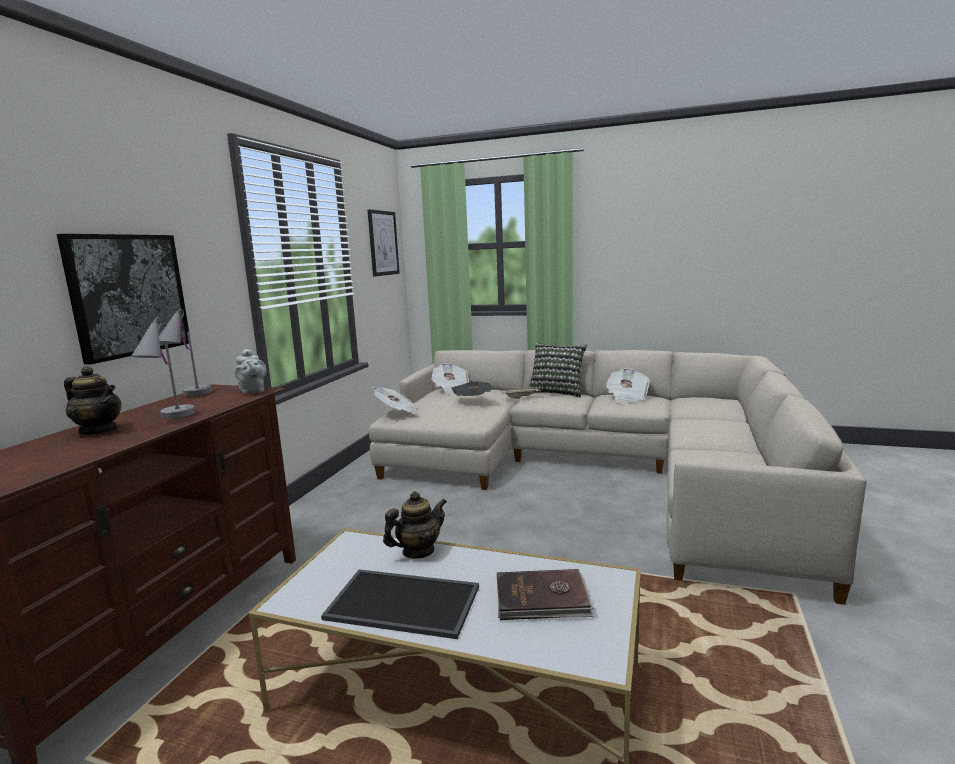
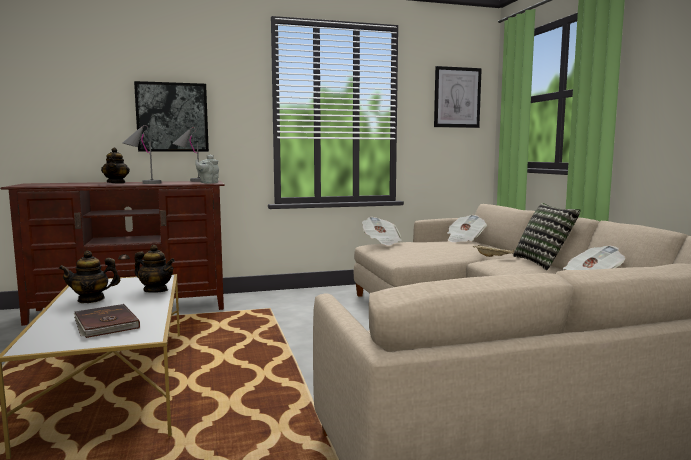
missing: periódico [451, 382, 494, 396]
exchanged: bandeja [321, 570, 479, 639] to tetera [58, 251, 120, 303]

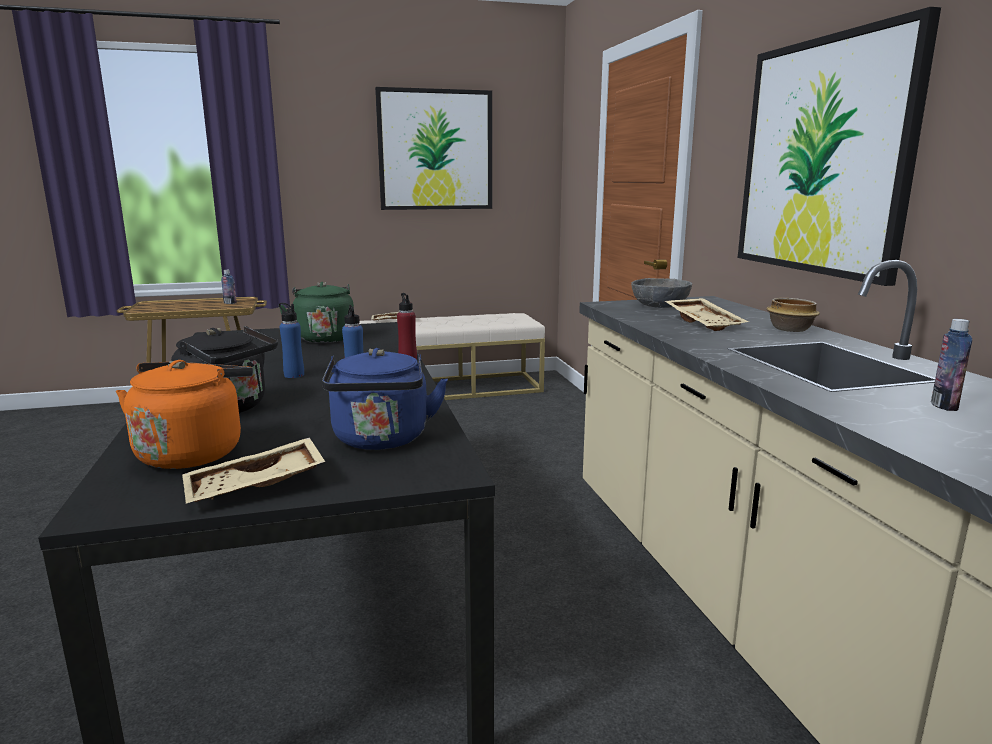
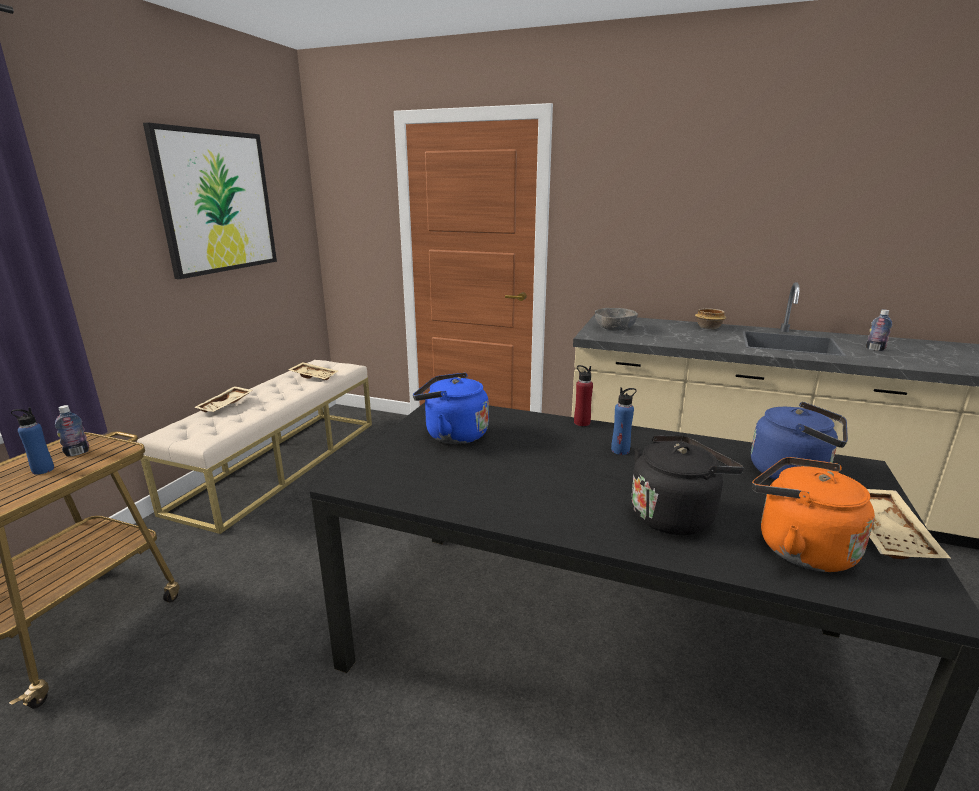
missing: cuadro [738, 7, 941, 286]
relocated: botella/azul [279, 303, 304, 378] to [11, 407, 54, 475]; bandeja/beis [665, 298, 749, 331] to [288, 362, 338, 380]
colour: hervidor/verde [278, 282, 354, 343] to hervidor/azul [413, 373, 489, 444]

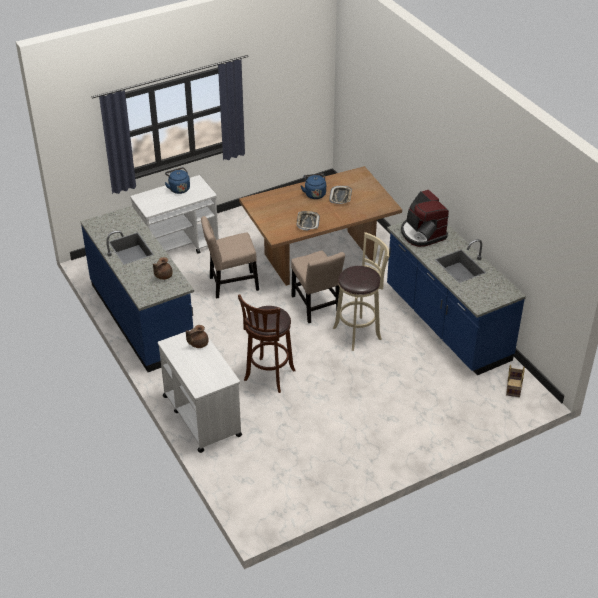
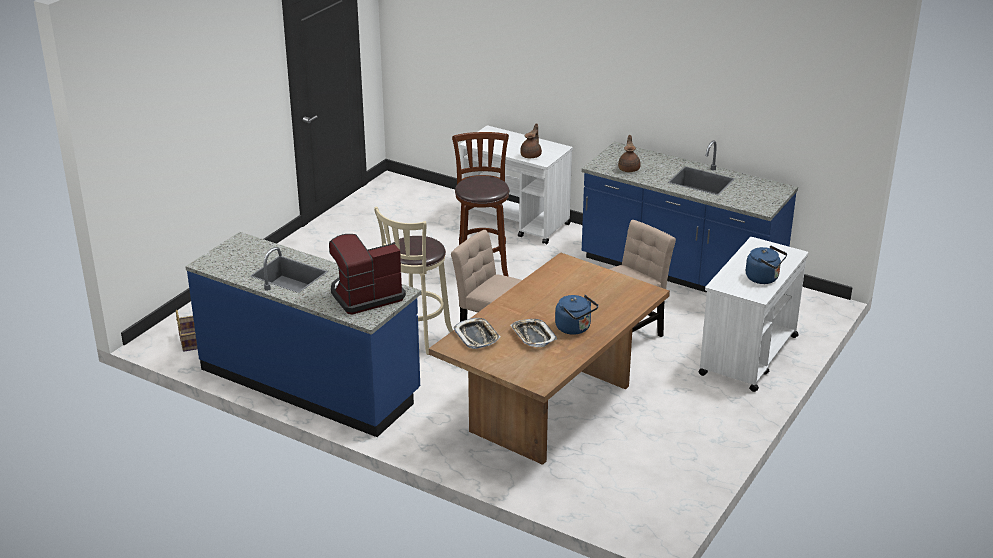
relocated: bandeja [297, 211, 320, 231] to [453, 318, 500, 349]
spun: cafetera [401, 190, 449, 247] = [329, 234, 406, 315] 60 degrees counterclockwise

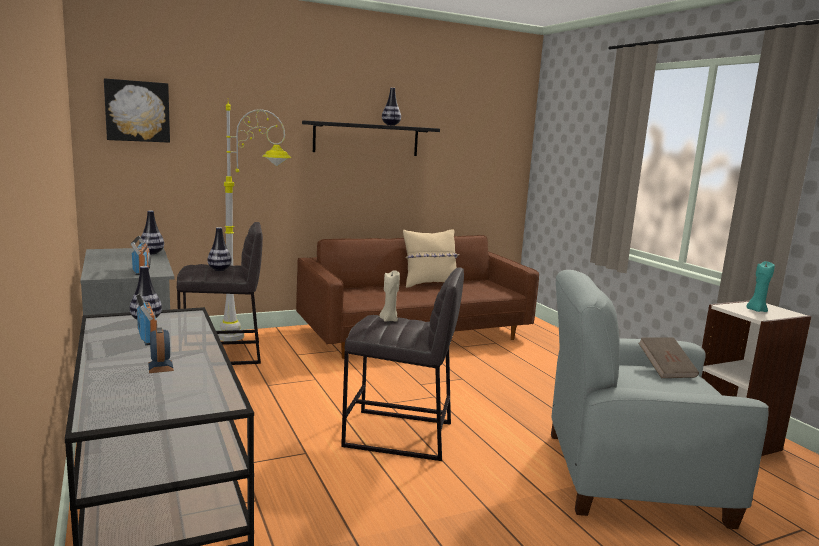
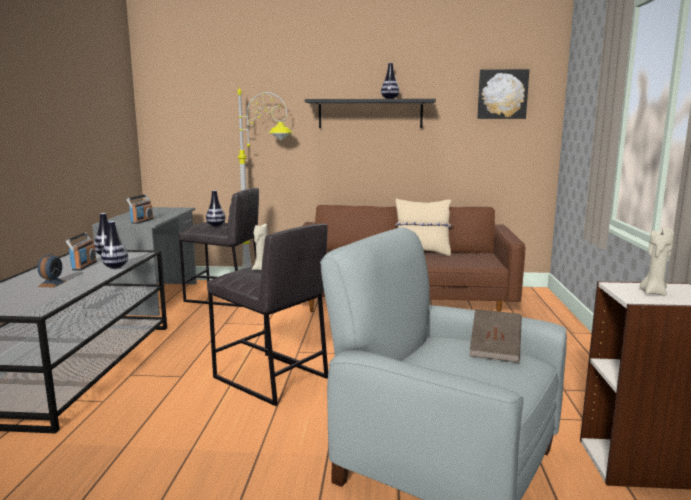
relocated: cuadro [104, 78, 170, 143] to [477, 69, 529, 119]; florero [139, 210, 164, 254] to [101, 221, 128, 269]
colour: vela/turquesa [746, 261, 775, 312] to vela/beis [639, 228, 674, 296]

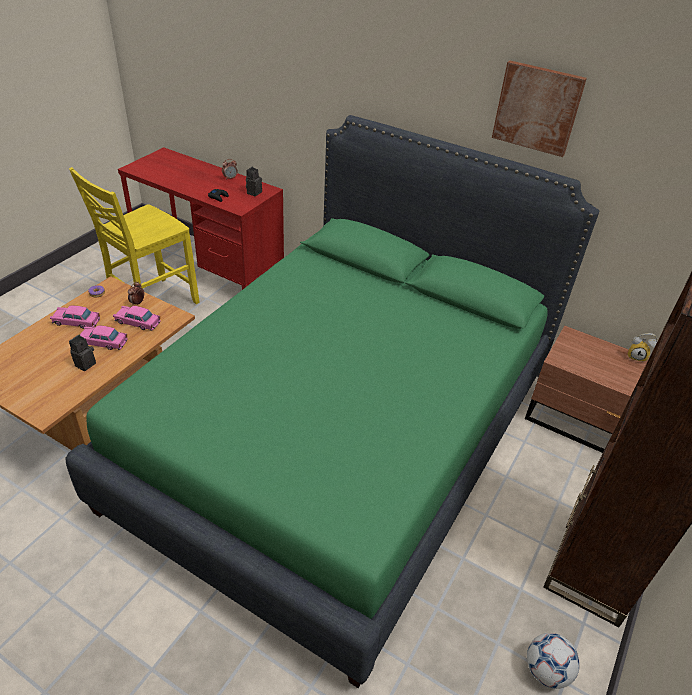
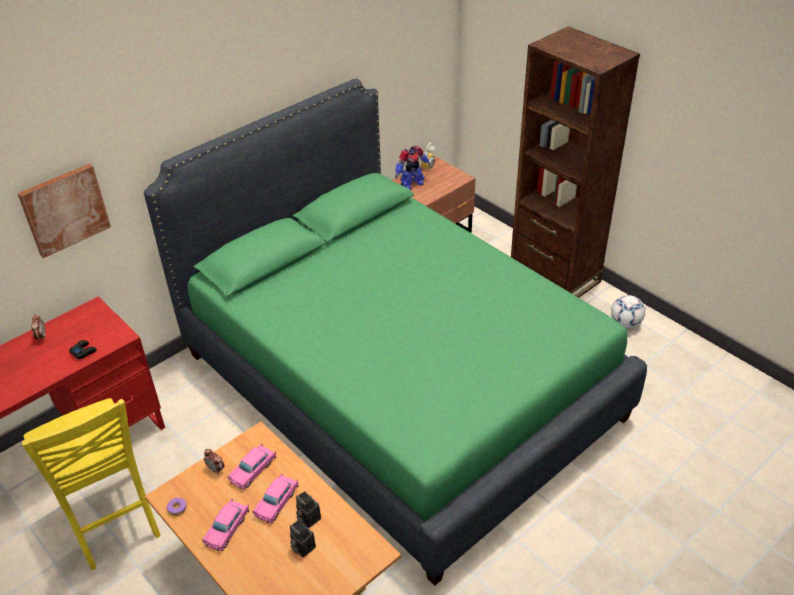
appeared: robot de juguete [395, 146, 431, 190]
relocated: cámara [246, 166, 262, 196] to [290, 520, 316, 557]; cuadro [492, 61, 587, 157] to [17, 164, 111, 258]

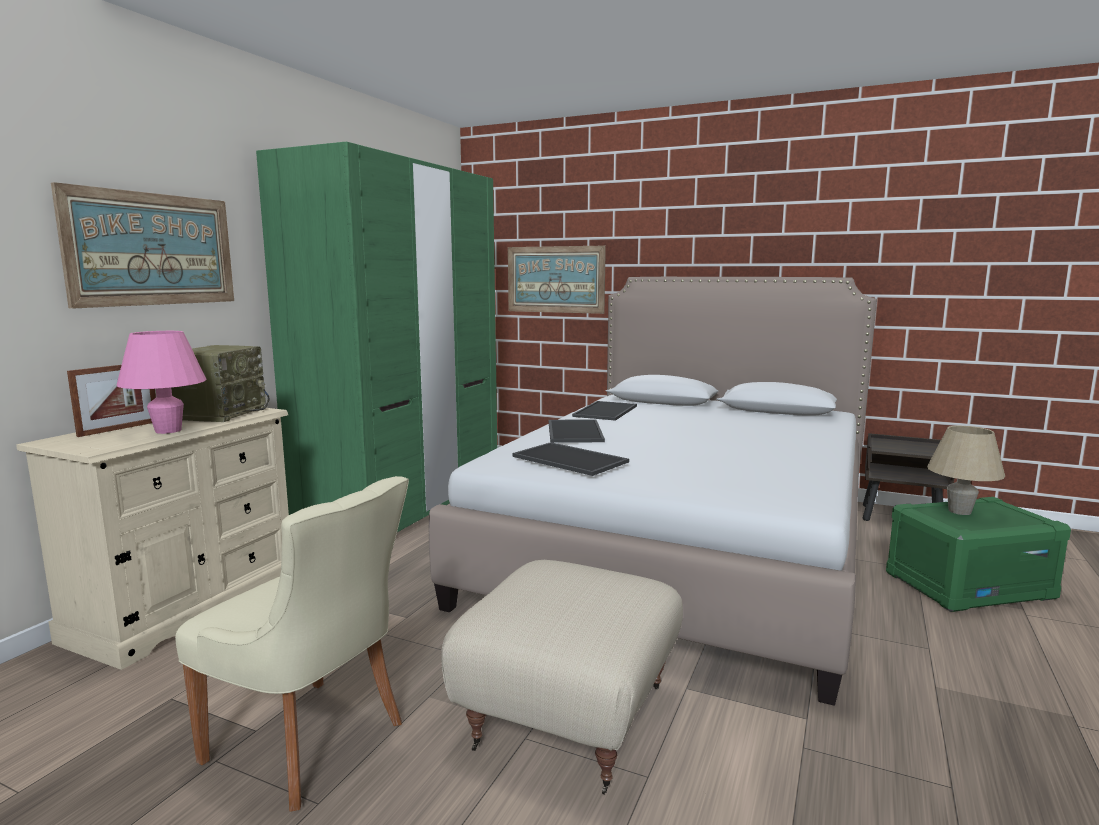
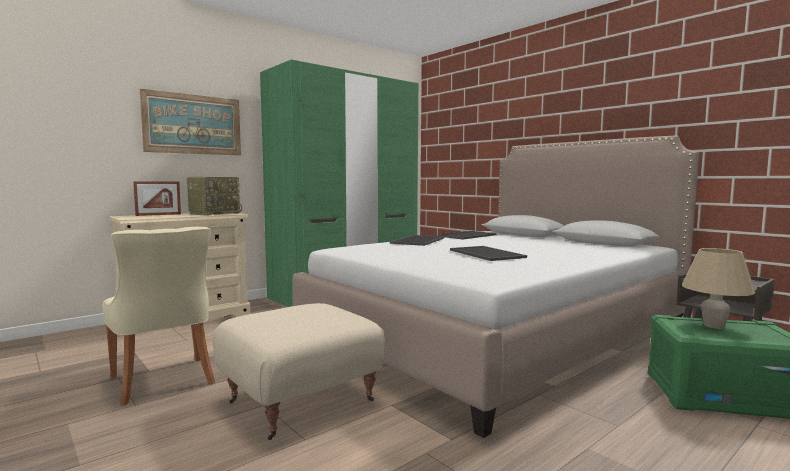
missing: lámpara de mesa/rosa [116, 331, 207, 434]; cuadro [508, 246, 606, 314]
relocated: bandeja [512, 442, 629, 476] to [450, 246, 527, 261]

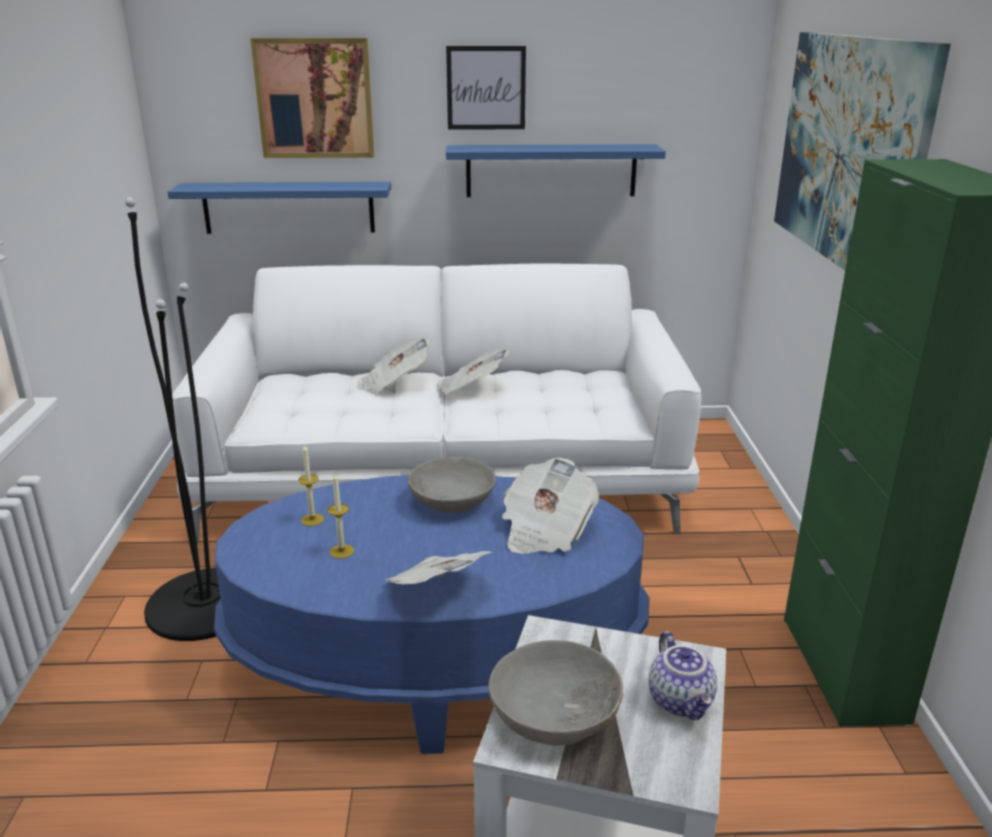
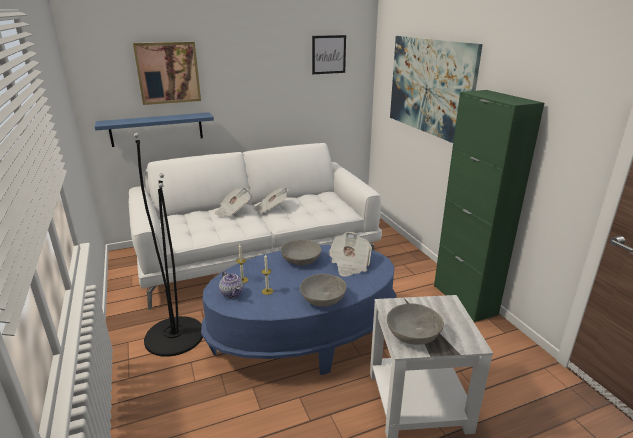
missing: estante/azul [446, 144, 666, 197]
relocated: cuadro [446, 46, 526, 130] to [312, 35, 346, 74]; tetera [649, 631, 717, 720] to [219, 271, 243, 298]
exchanged: periódico [385, 551, 492, 584] to cuenco/gris [300, 274, 347, 307]

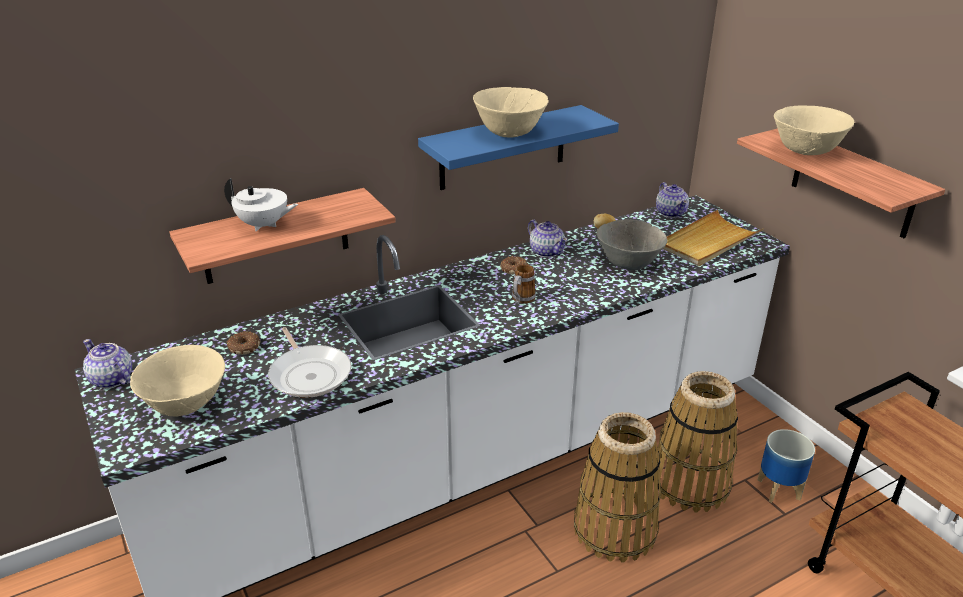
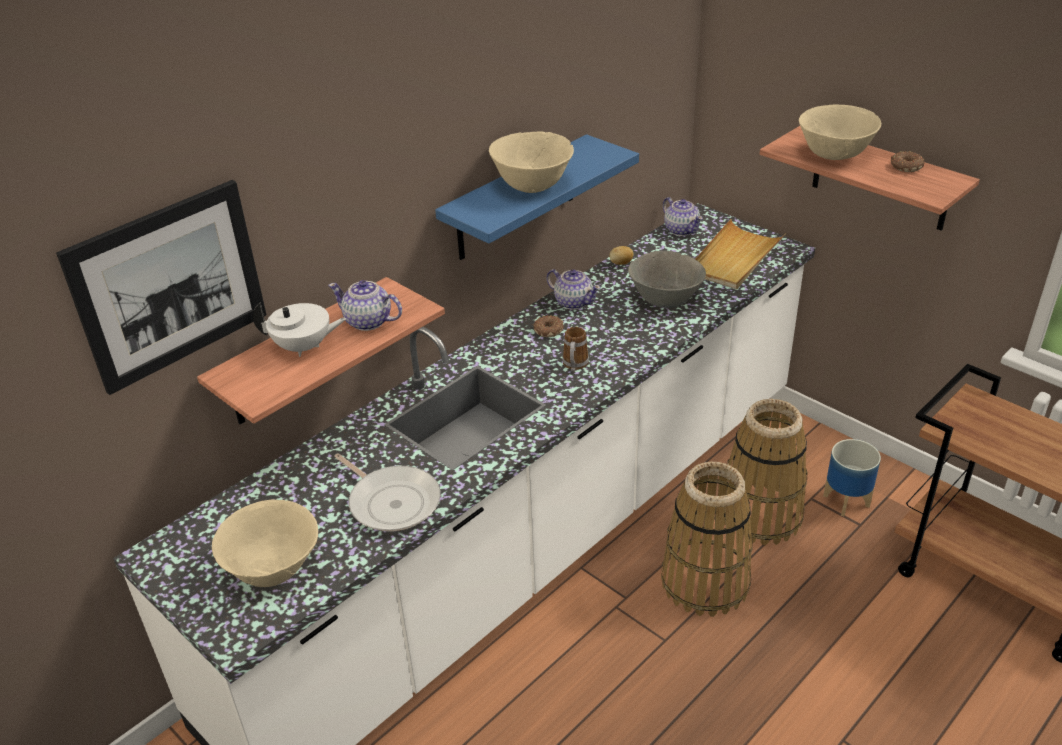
appeared: cuadro [56, 180, 266, 395]
relocated: tetera [83, 339, 132, 389] to [328, 280, 402, 331]; rosquilla [227, 331, 260, 355] to [891, 151, 924, 172]

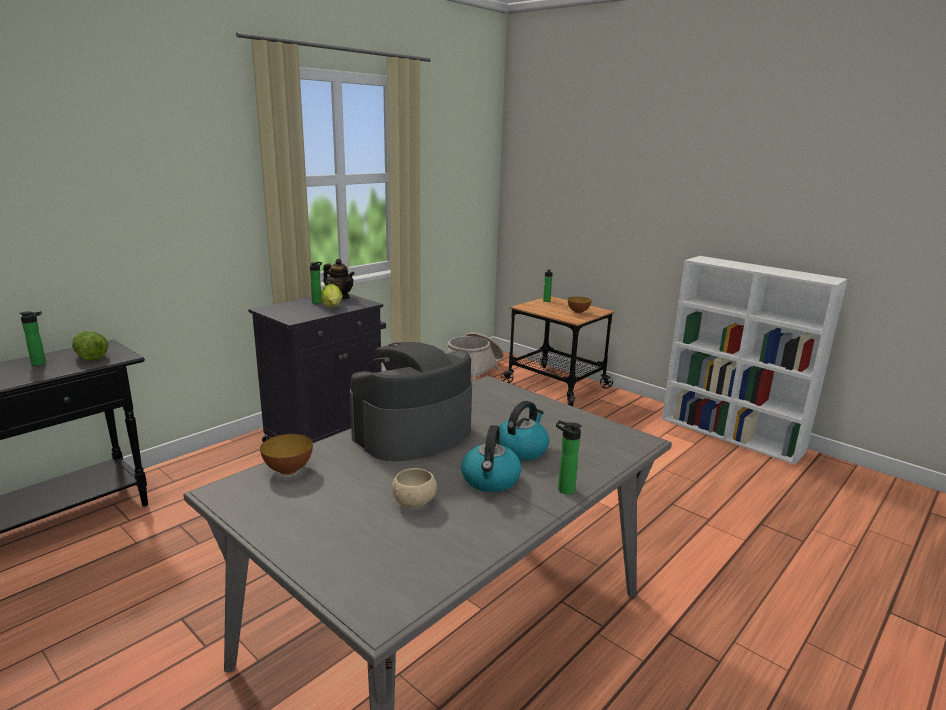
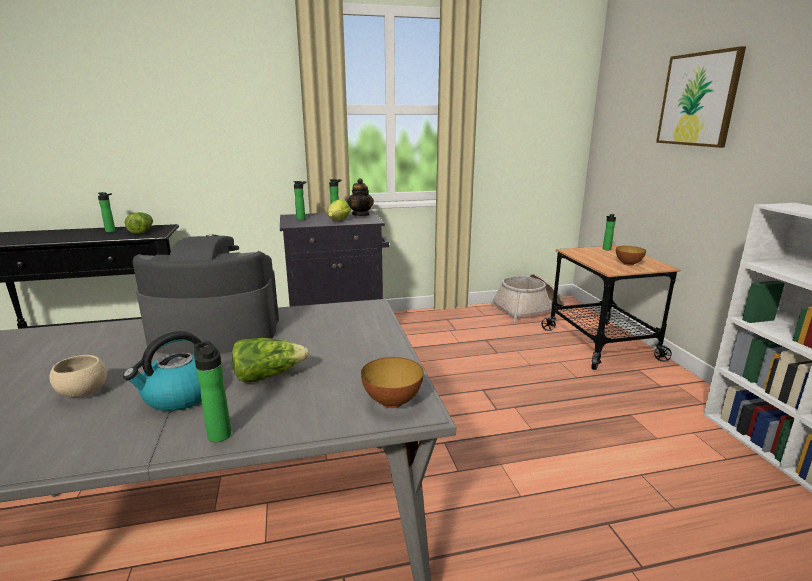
appeared: botella [293, 181, 307, 220]; cuadro [656, 46, 746, 148]
relocated: cuenco [260, 434, 313, 475] to [361, 357, 424, 408]
exchanged: hervidor [499, 401, 549, 461] to lechuga [232, 338, 309, 382]

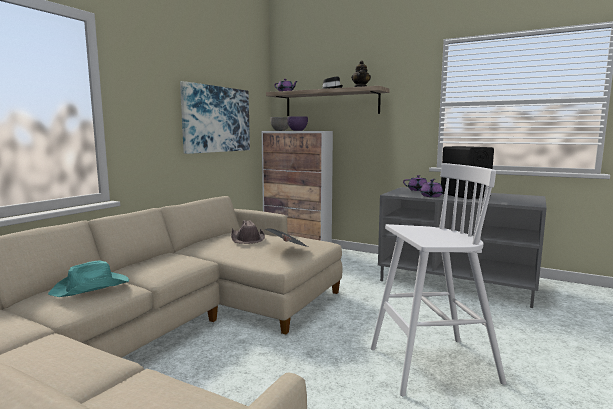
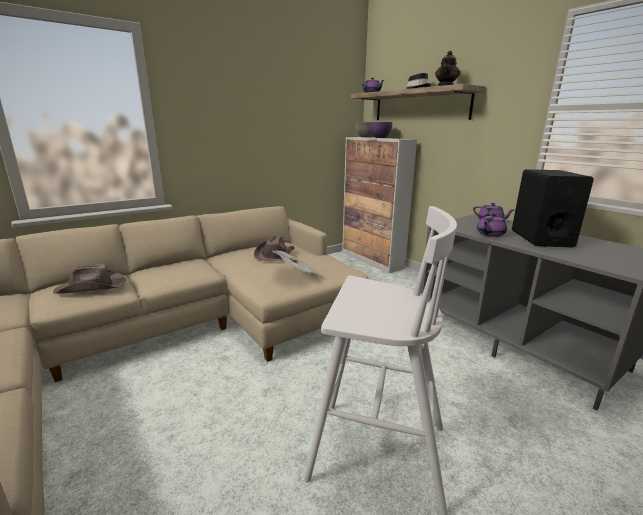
missing: cuadro [180, 81, 250, 154]
colour: sombrero/turquesa [48, 261, 129, 297] to sombrero/marrón [53, 264, 126, 294]

